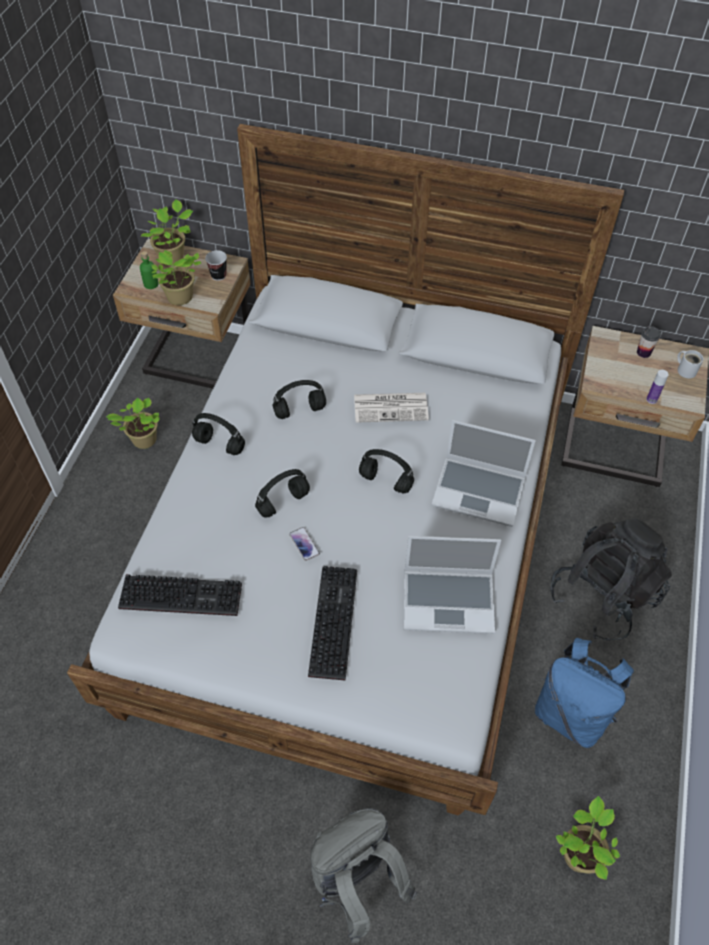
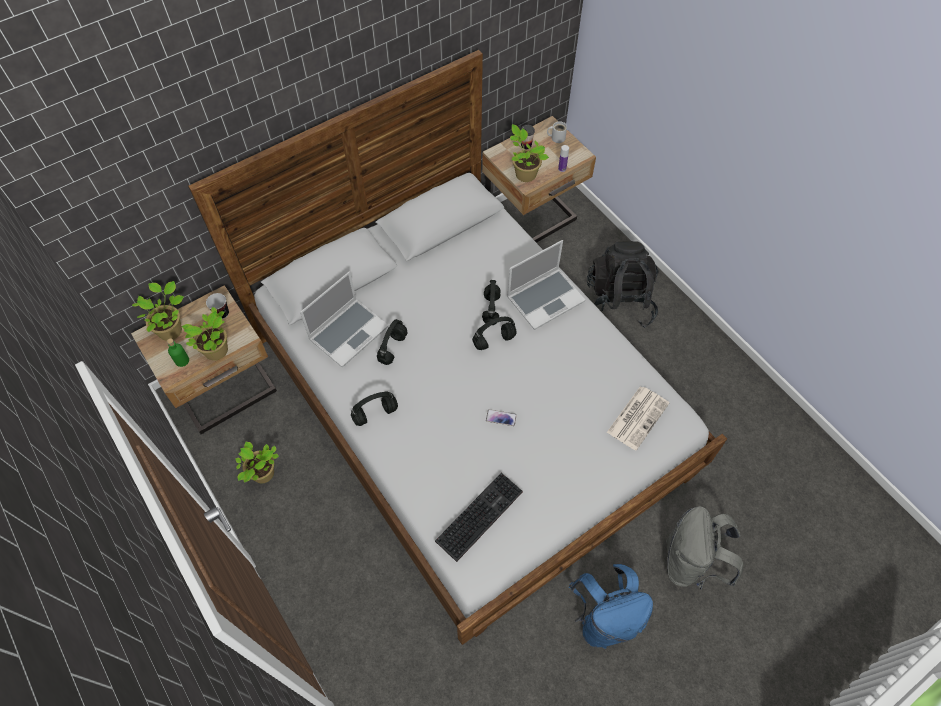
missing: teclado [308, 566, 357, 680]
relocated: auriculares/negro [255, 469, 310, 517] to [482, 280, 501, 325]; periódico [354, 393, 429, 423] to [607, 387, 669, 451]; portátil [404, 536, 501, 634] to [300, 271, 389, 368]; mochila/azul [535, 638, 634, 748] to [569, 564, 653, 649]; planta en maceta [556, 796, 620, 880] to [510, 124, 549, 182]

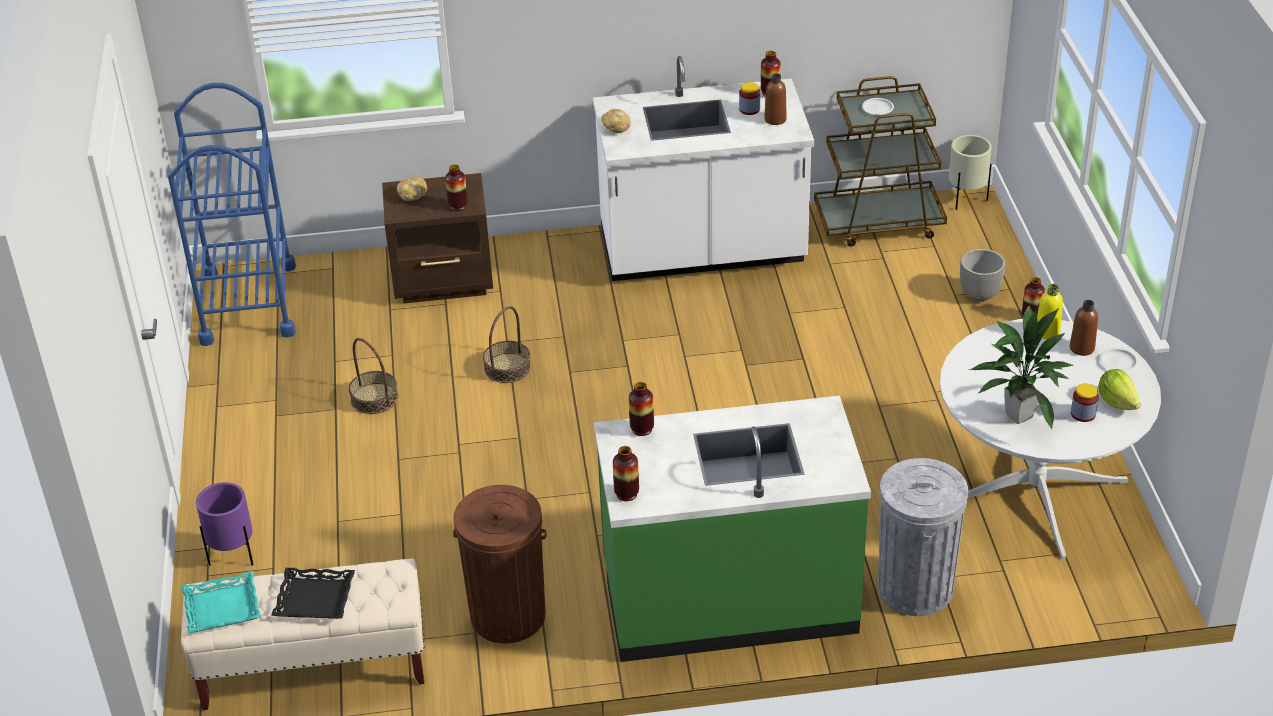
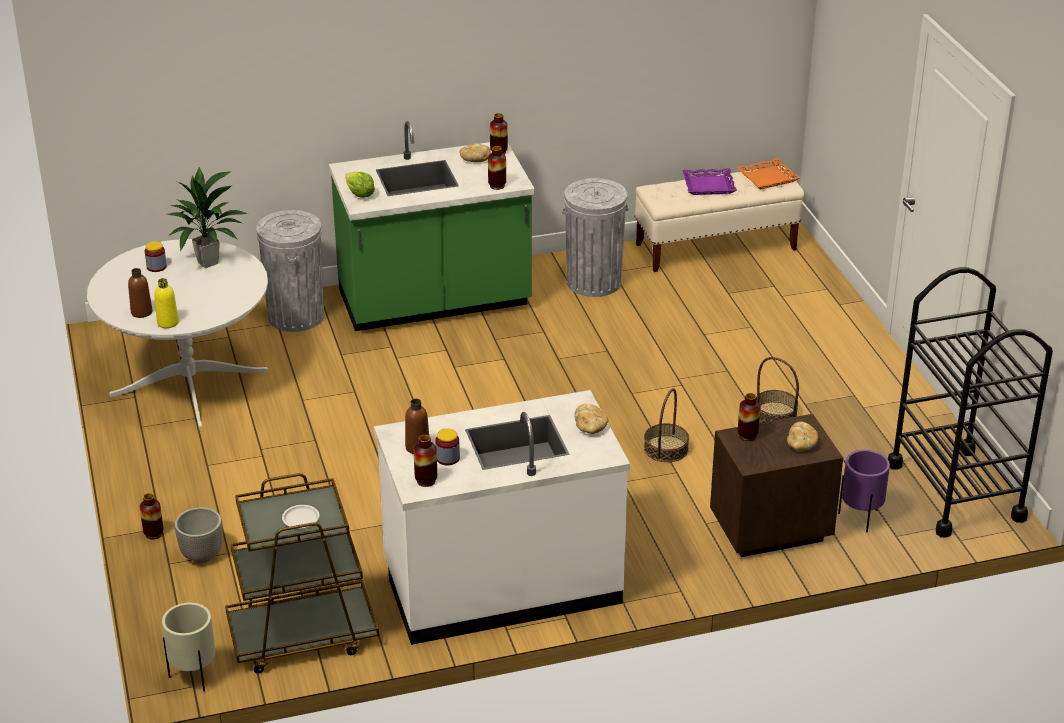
missing: plato/blanco [1100, 348, 1138, 372]
appeared: pan [460, 143, 491, 162]
relocated: maceta/morado [196, 482, 254, 566] to [838, 450, 890, 532]; lechuga [1098, 369, 1141, 410] to [345, 172, 375, 198]
colour: carrito/azul [168, 83, 296, 346] to carrito/negro [888, 267, 1053, 538]; bandeja/turquesa [182, 571, 261, 633] to bandeja/naranja [737, 158, 800, 190]; bandeja/negro [271, 568, 355, 619] to bandeja/morado [682, 168, 737, 195]; papelera/marrón [453, 485, 547, 643] to papelera/gris [562, 178, 629, 297]

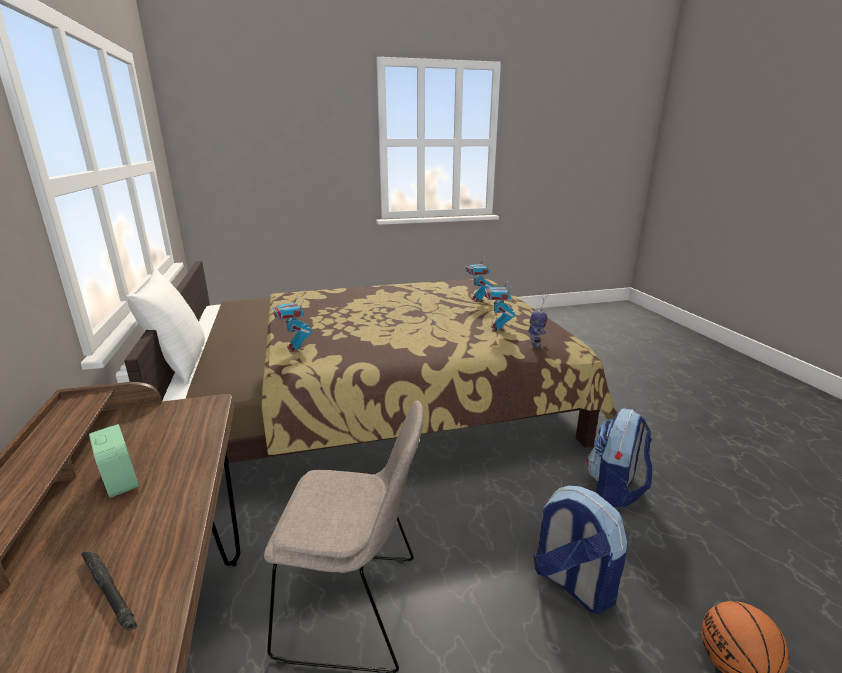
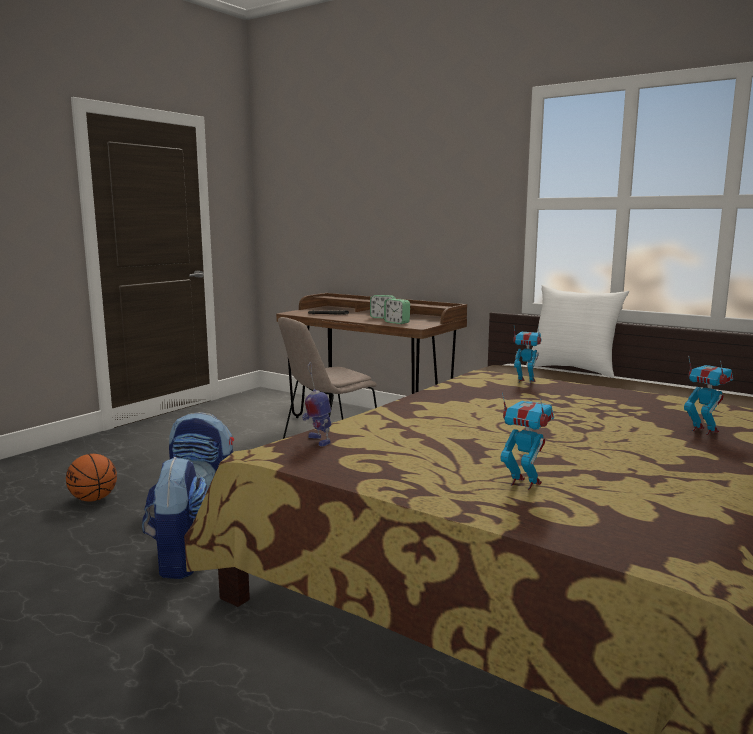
appeared: despertador [384, 299, 410, 324]
relocated: robot de juguete [485, 280, 515, 331] to [684, 356, 733, 435]

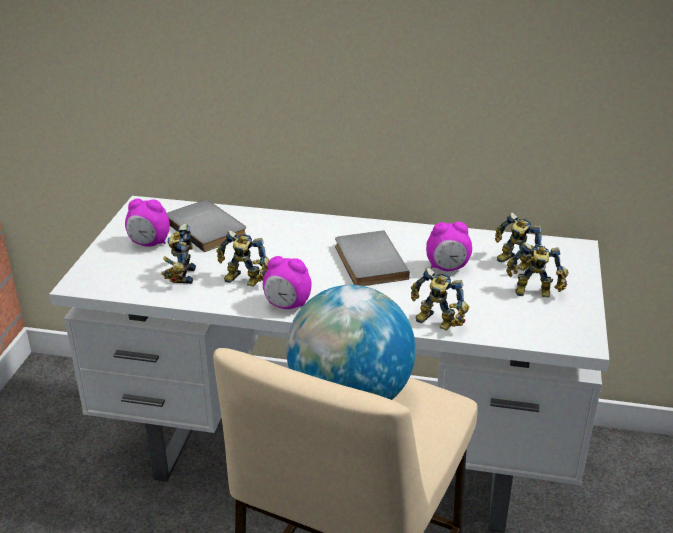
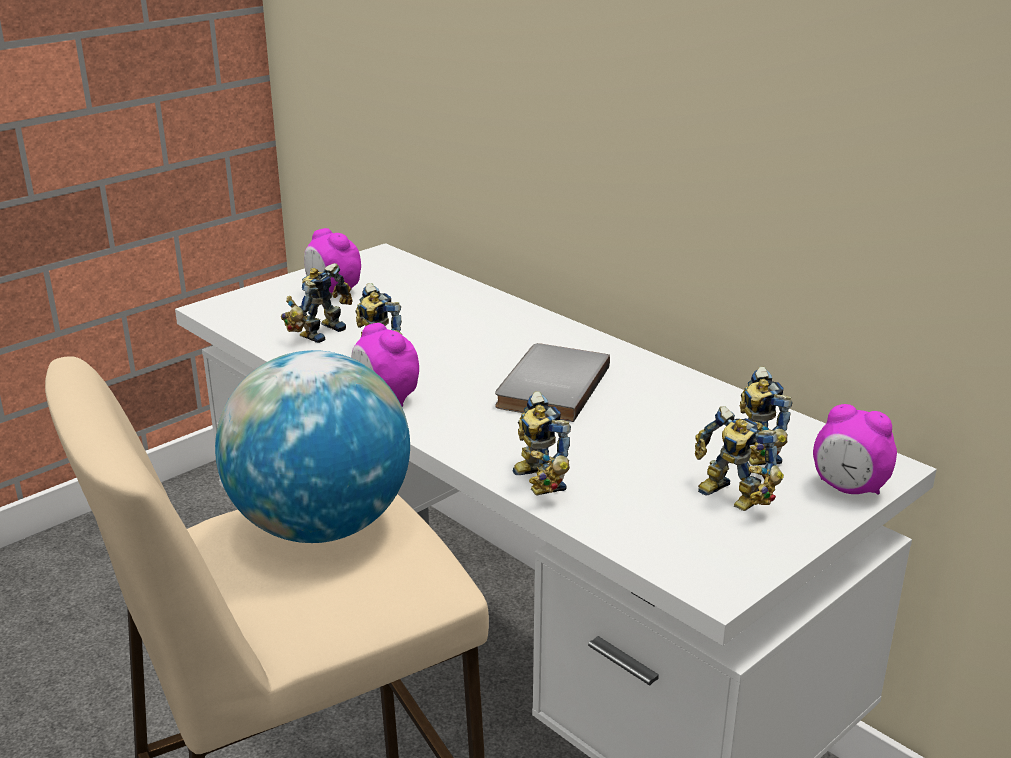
missing: libro/gris [166, 200, 247, 252]
relocated: despertador [426, 222, 472, 271] to [813, 404, 897, 495]

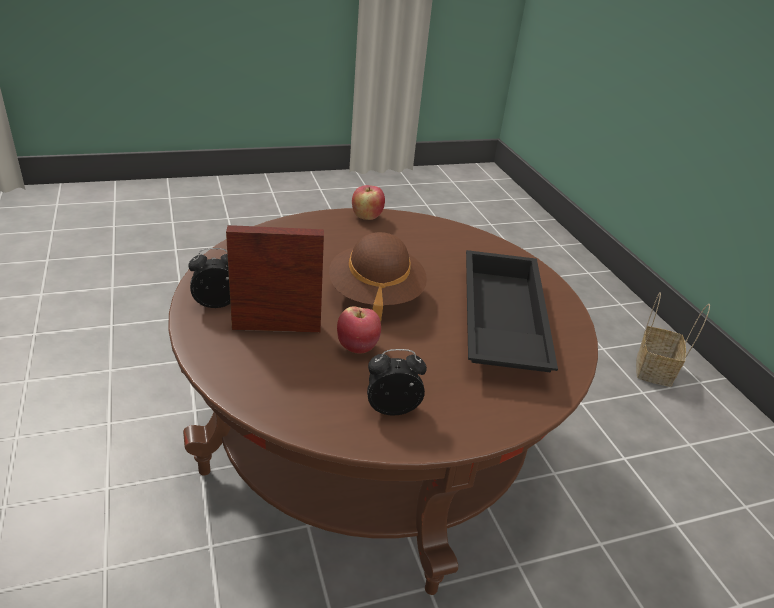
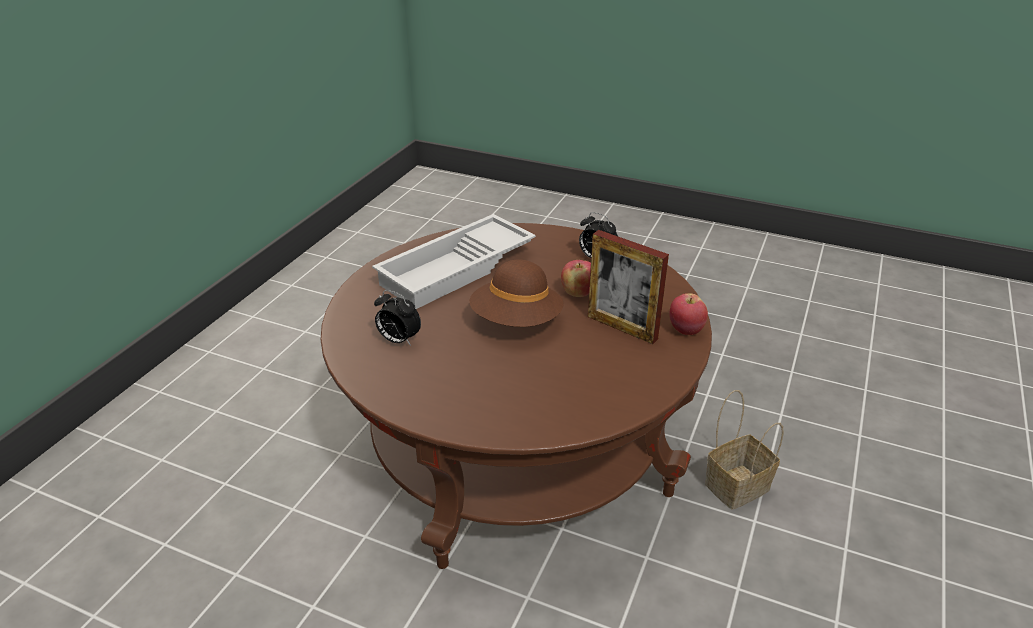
relocated: despertador [188, 248, 230, 308] to [374, 290, 421, 346]; manzana [352, 185, 385, 220] to [669, 293, 708, 335]; cesta [636, 292, 710, 387] to [705, 390, 784, 510]
colour: bandeja/negro [466, 250, 558, 373] to bandeja/blanco [372, 214, 536, 309]

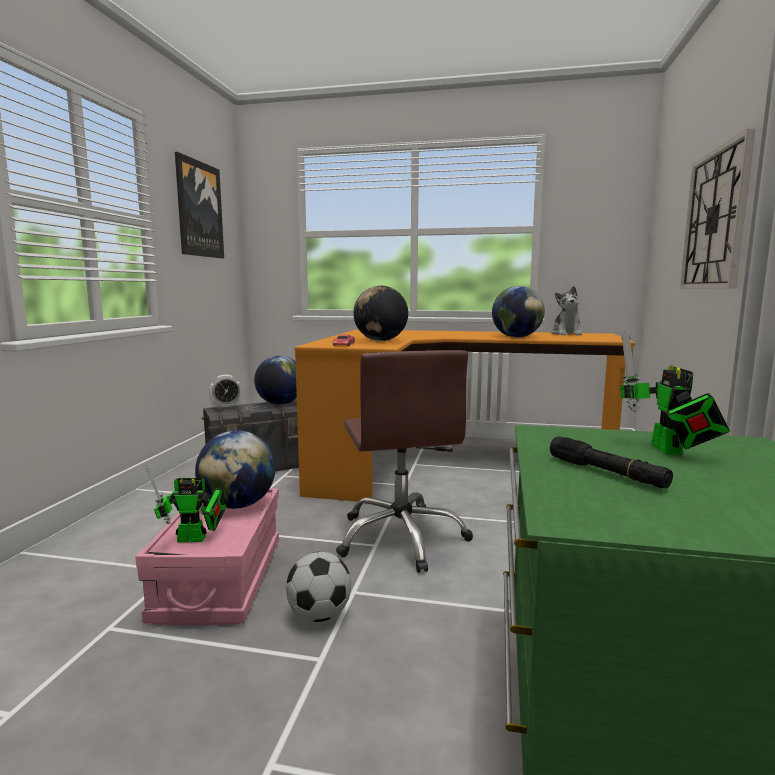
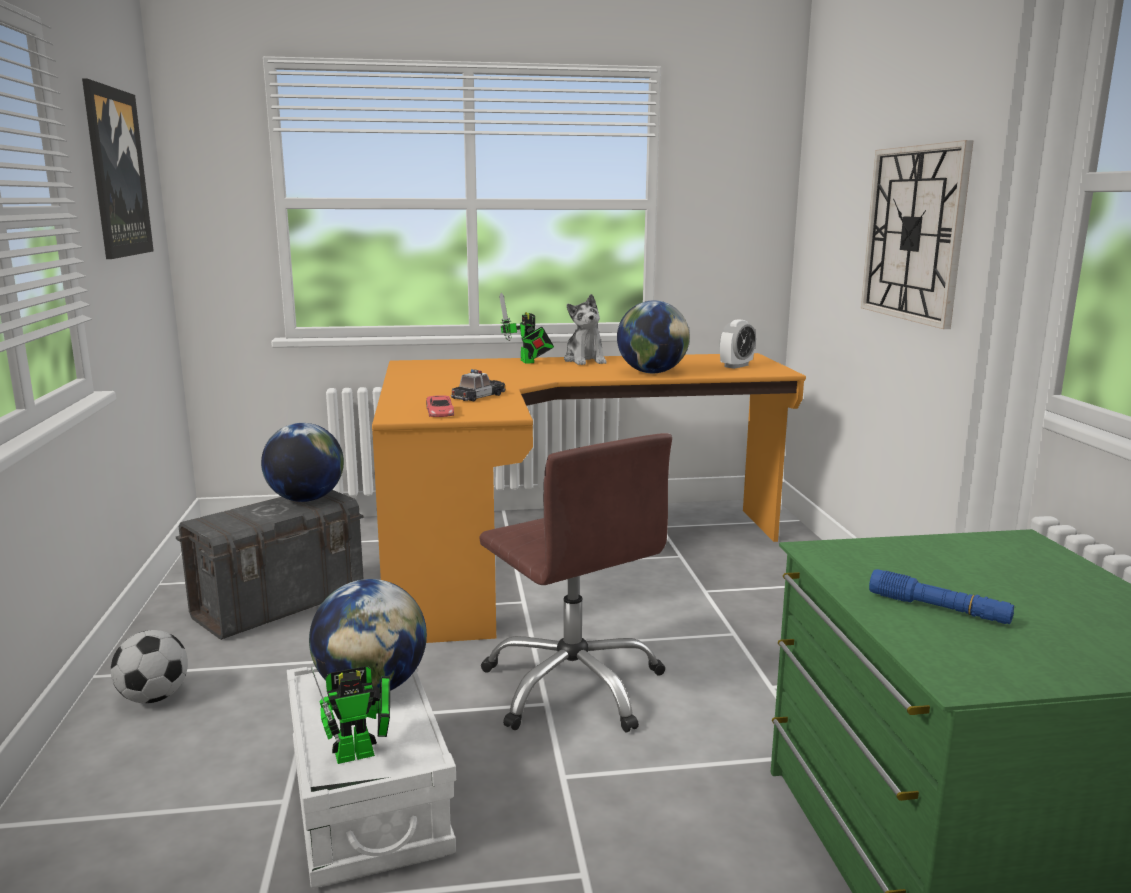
relocated: despertador [209, 375, 242, 410] to [720, 320, 756, 369]; balón de fútbol [286, 552, 351, 622] to [111, 630, 188, 703]; peluche [551, 286, 582, 335] to [564, 294, 606, 365]; robot de juguete [620, 331, 730, 455] to [499, 293, 554, 364]
exchanged: globo terráqueo [353, 286, 408, 341] to coche de juguete [451, 369, 505, 401]
colour: caja de almacenaje/rosa [135, 488, 279, 625] to caja de almacenaje/blanco [287, 667, 456, 888]; linterna/negro [550, 436, 673, 489] to linterna/azul [869, 569, 1014, 624]

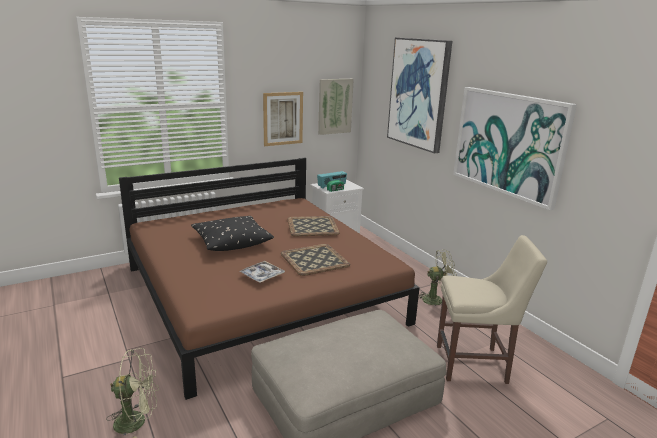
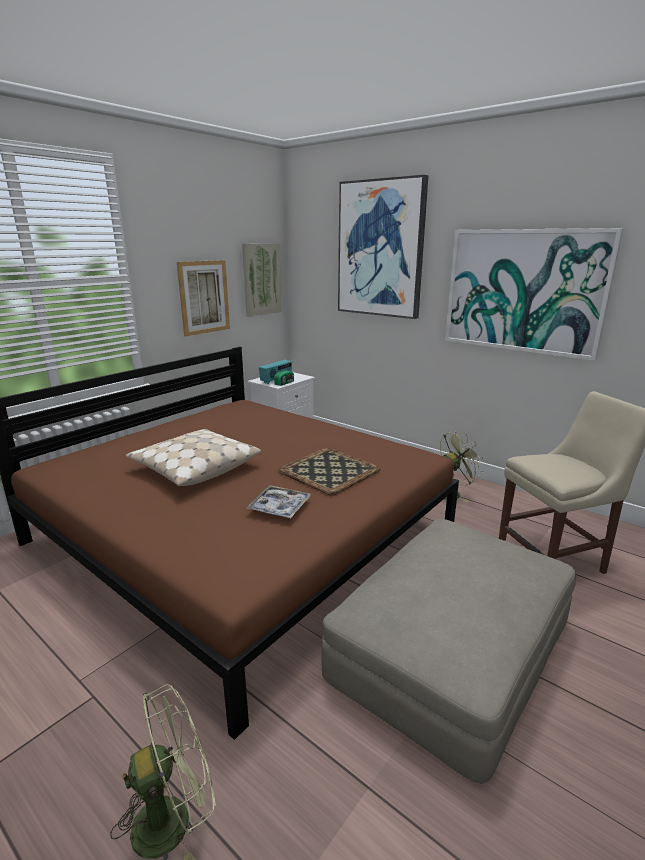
missing: bandeja [287, 216, 340, 236]
colour: cojín/negro [191, 216, 274, 251] to cojín/beis [126, 429, 261, 486]

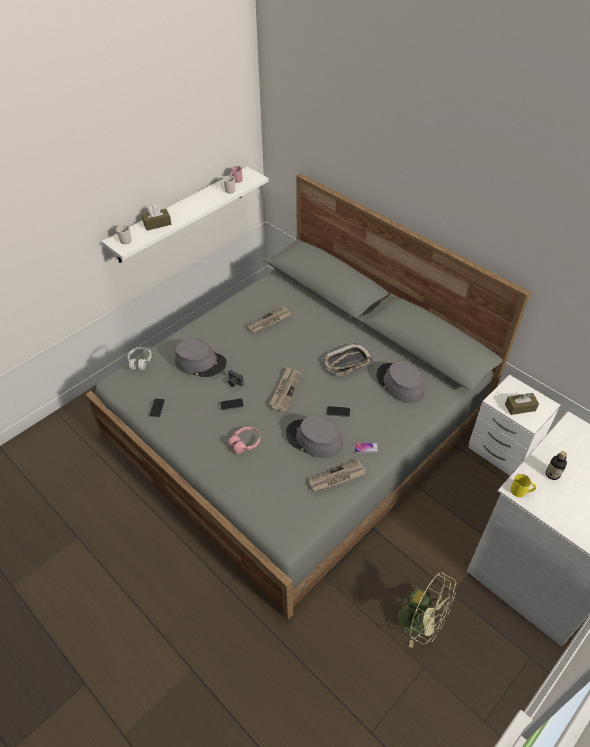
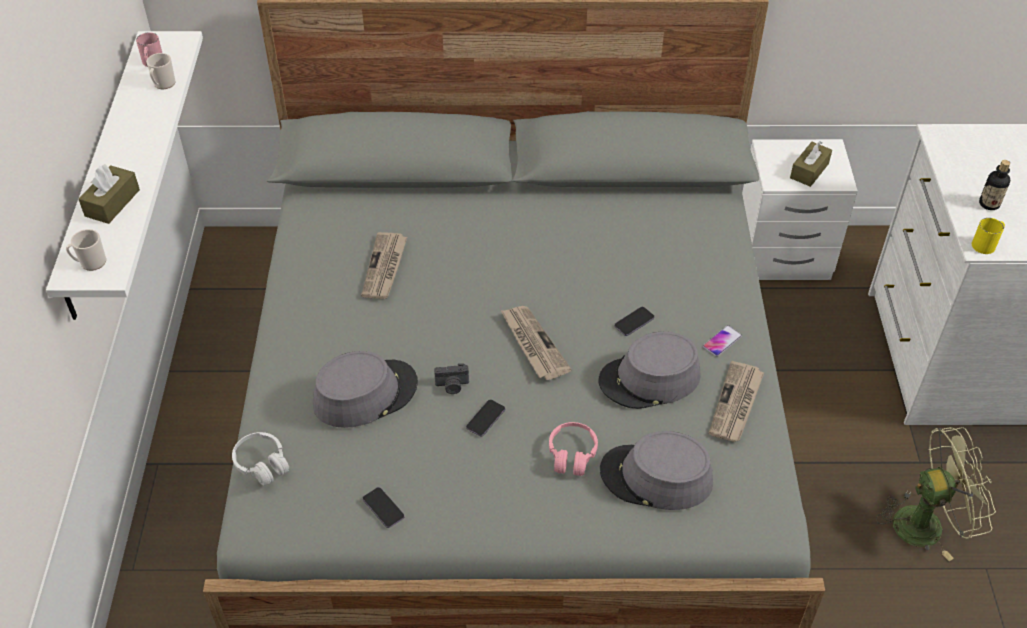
missing: bandeja [322, 343, 373, 376]
relocated: sombrero/gris [376, 361, 424, 403] to [600, 431, 713, 510]

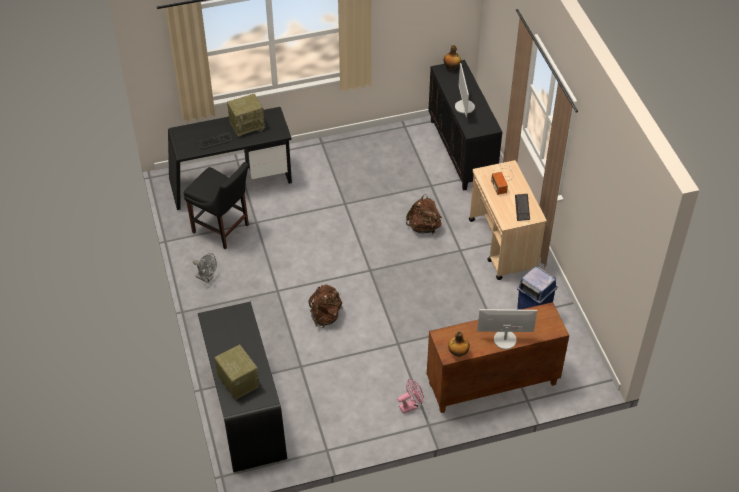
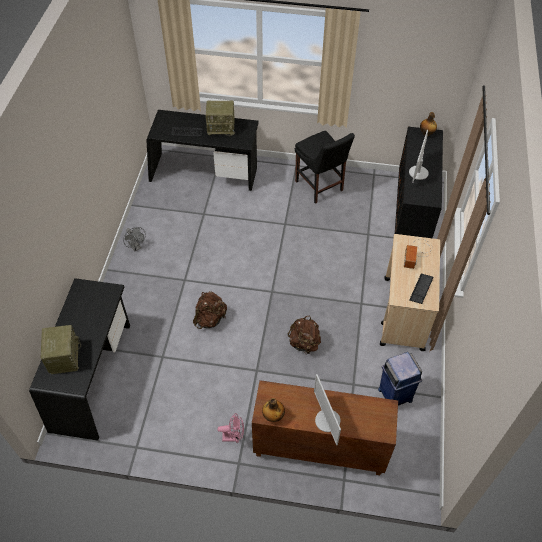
relocated: silla/negro [184, 162, 249, 249] to [295, 131, 355, 204]; mochila/marrón [406, 194, 442, 235] to [288, 316, 321, 354]
spun: monitor [477, 309, 537, 349] = [314, 374, 341, 445] 135 degrees counterclockwise

